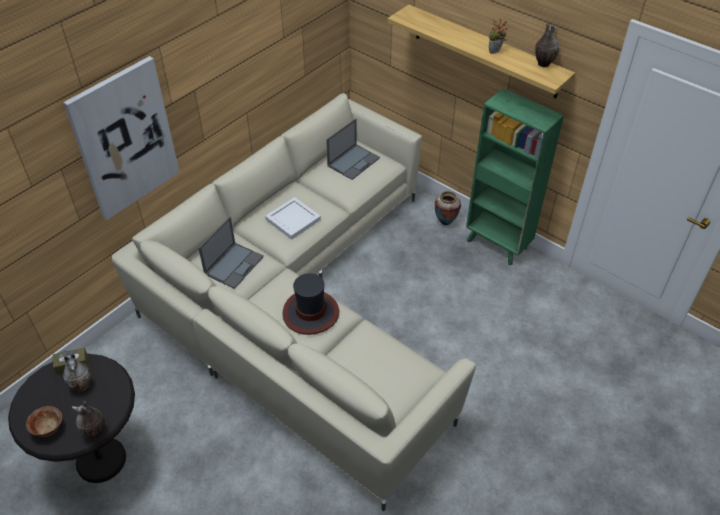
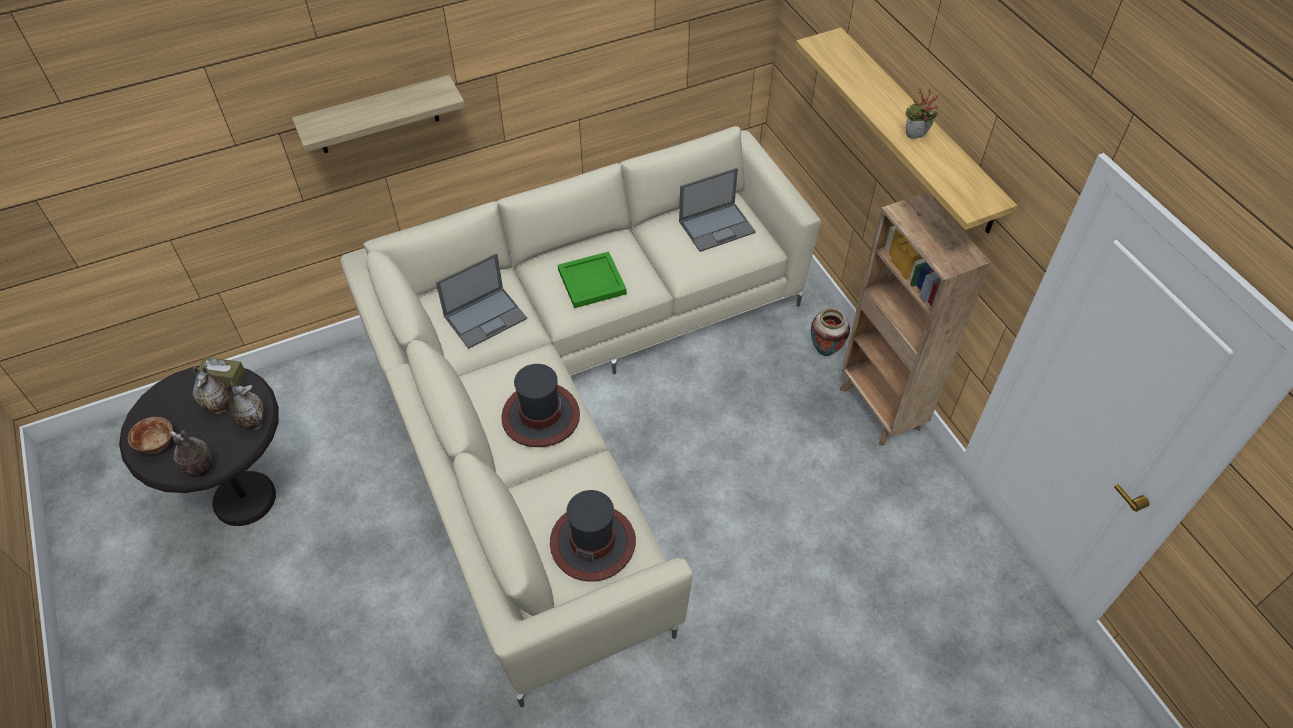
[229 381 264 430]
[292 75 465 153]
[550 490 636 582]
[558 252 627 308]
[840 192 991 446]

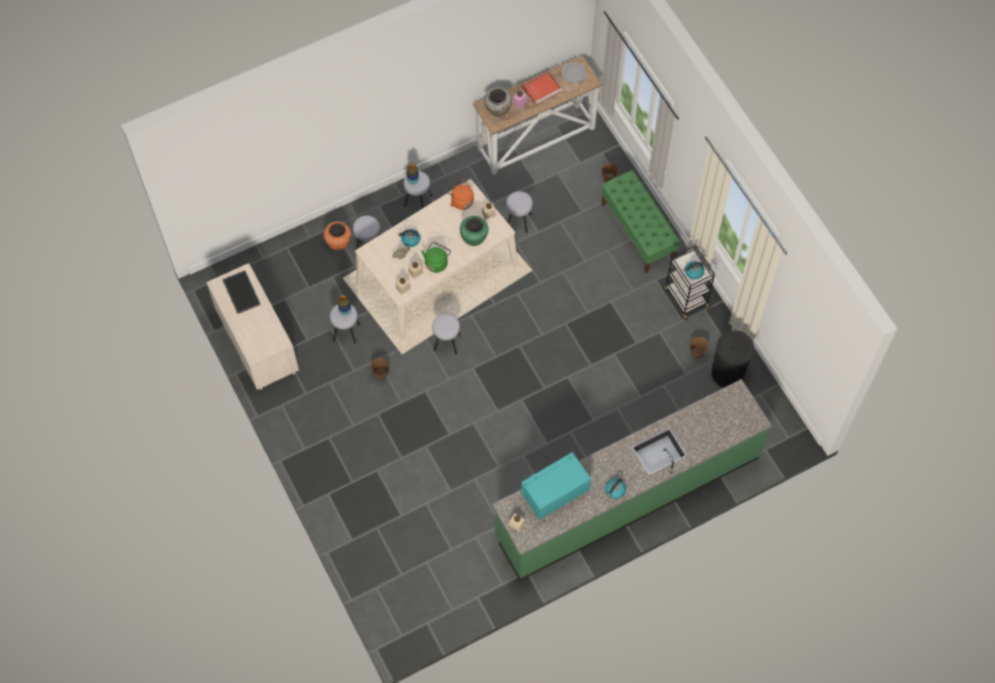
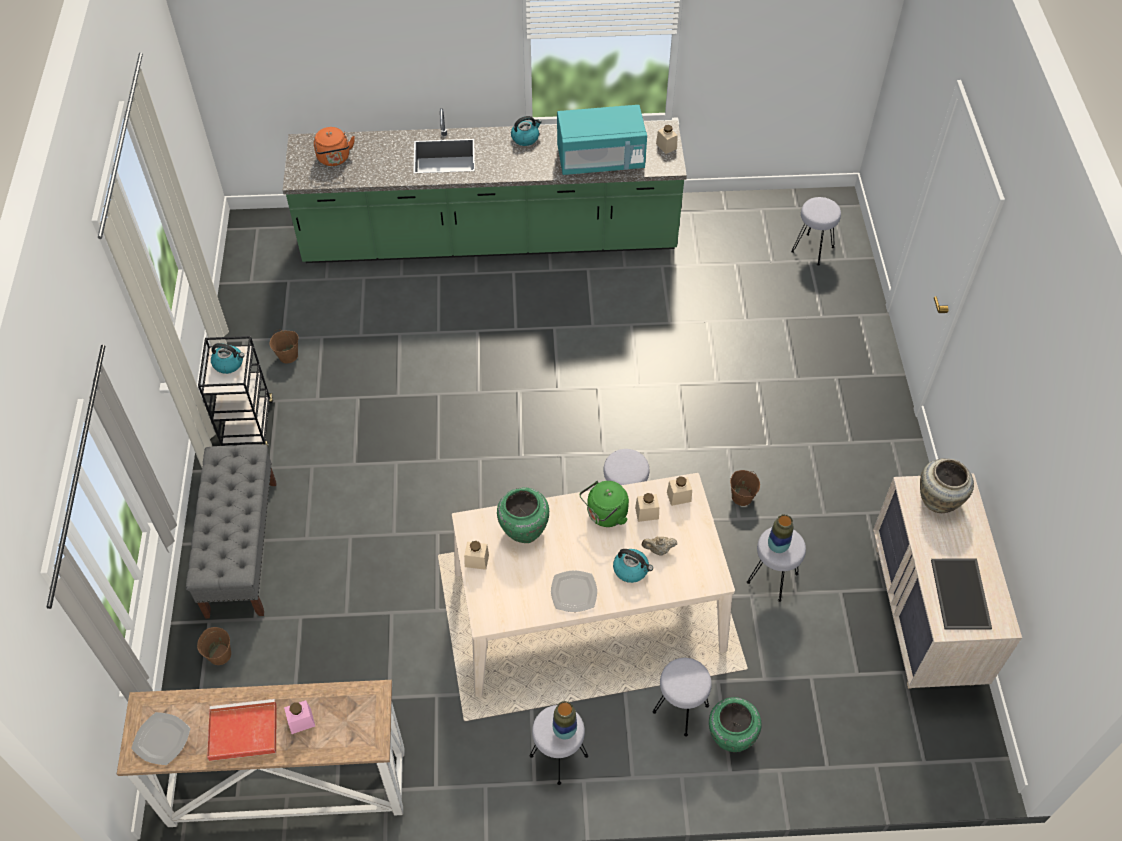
[186 444 277 619]
[314 127 355 166]
[551 570 597 612]
[709 697 762 752]
[791 197 841 265]
[920 458 974 513]
[711 330 754 388] (first image)

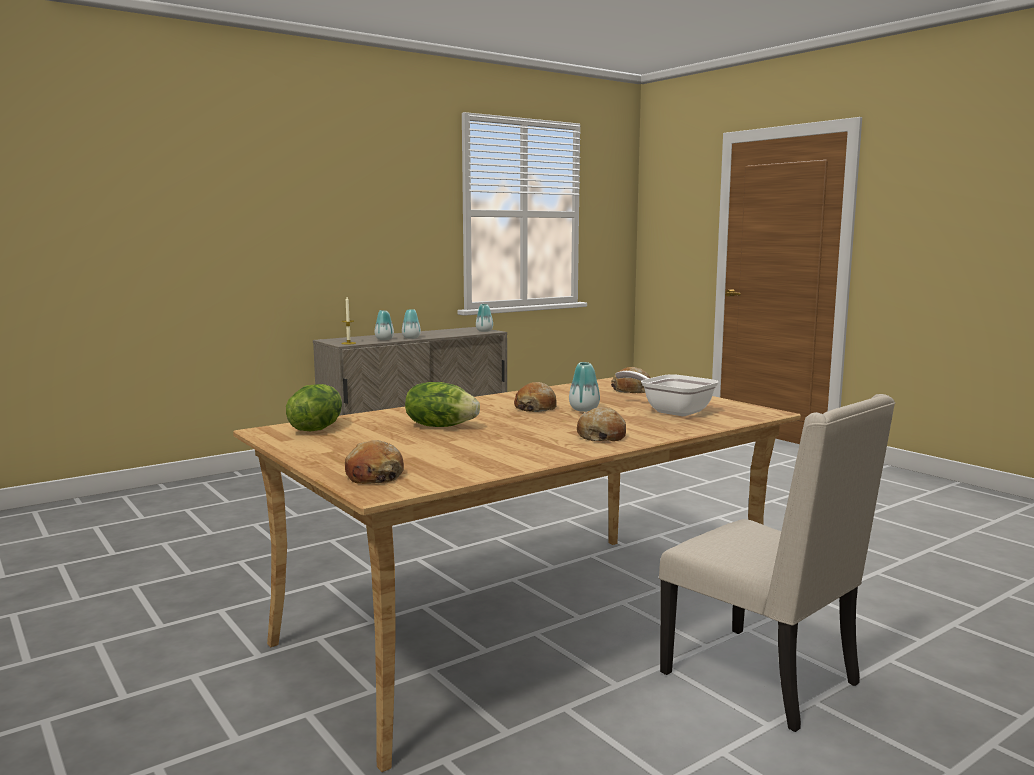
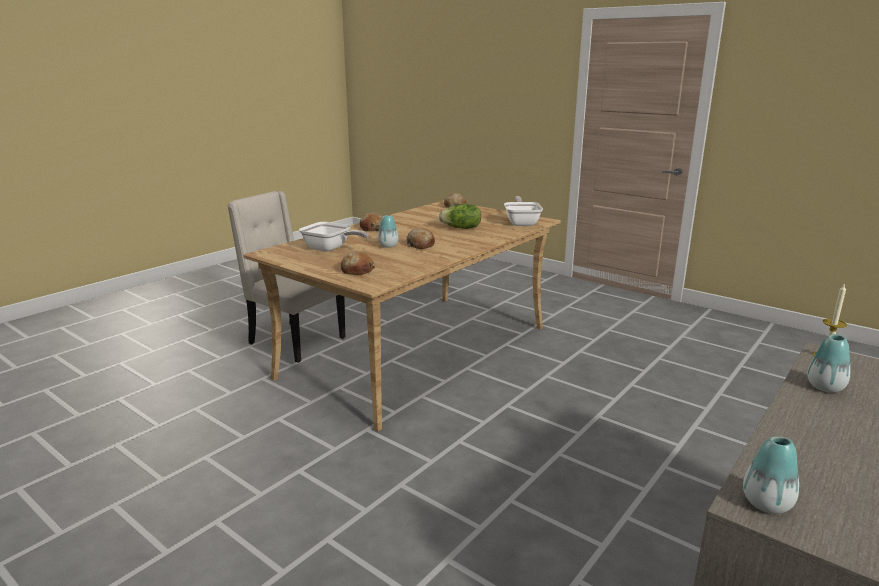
[504 196 543 226]
[402 310 421 339] (first image)

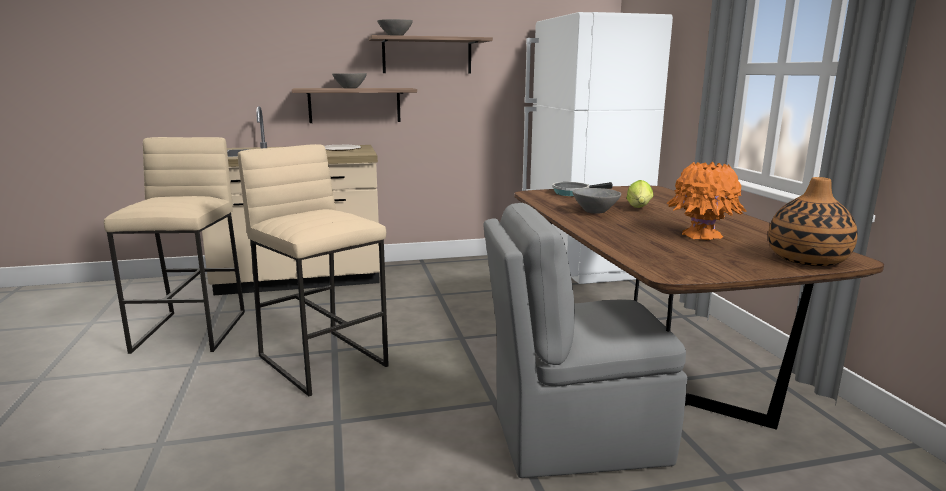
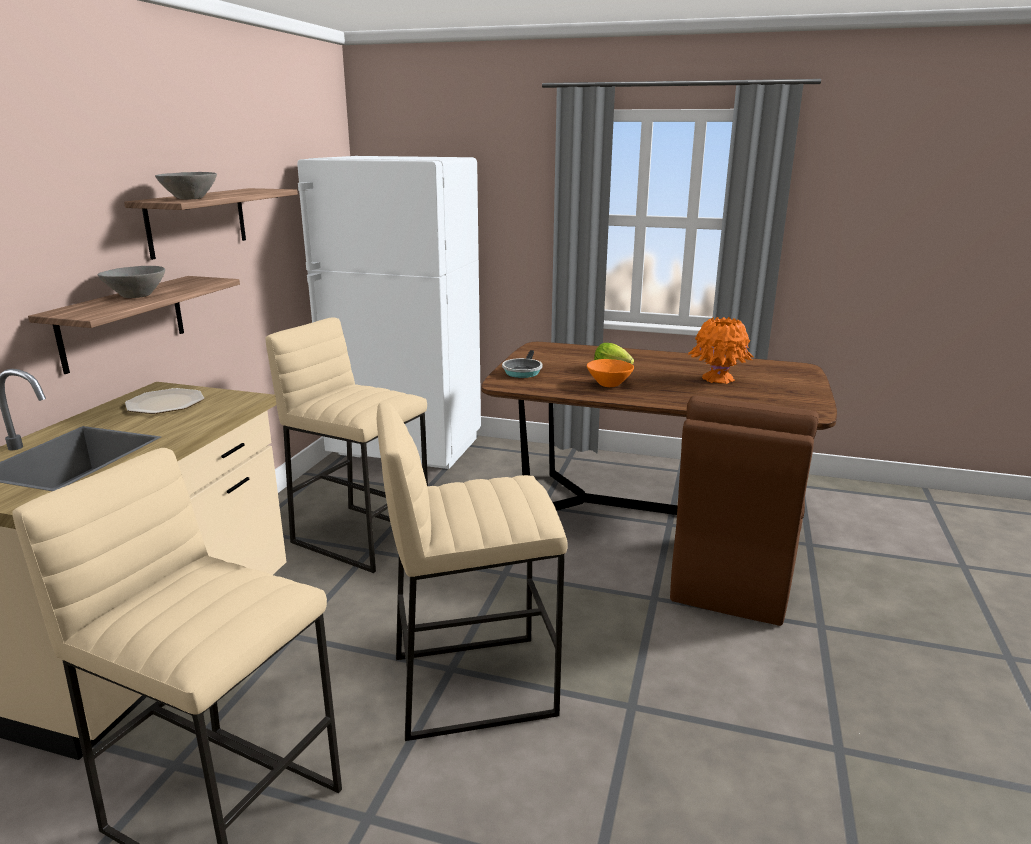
[266 317 428 573]
[587 359 634 387]
[670 396 819 626]
[768 177 858 266] (first image)

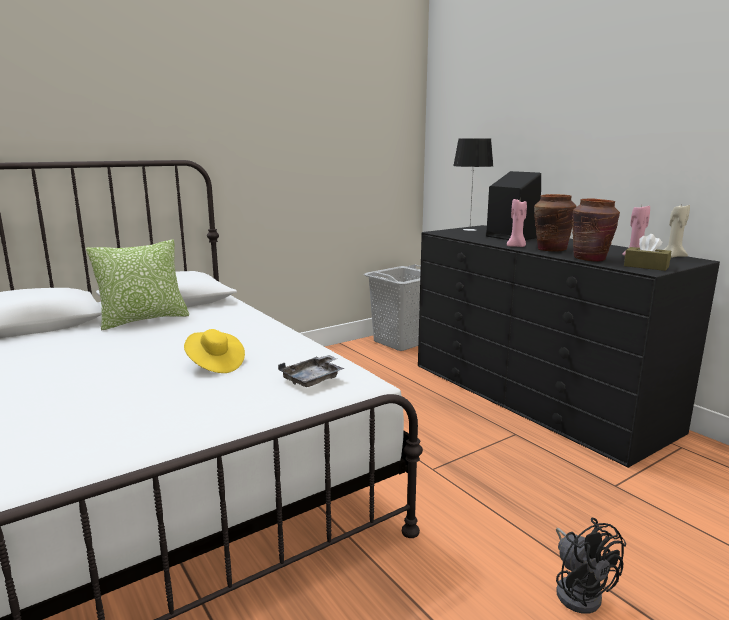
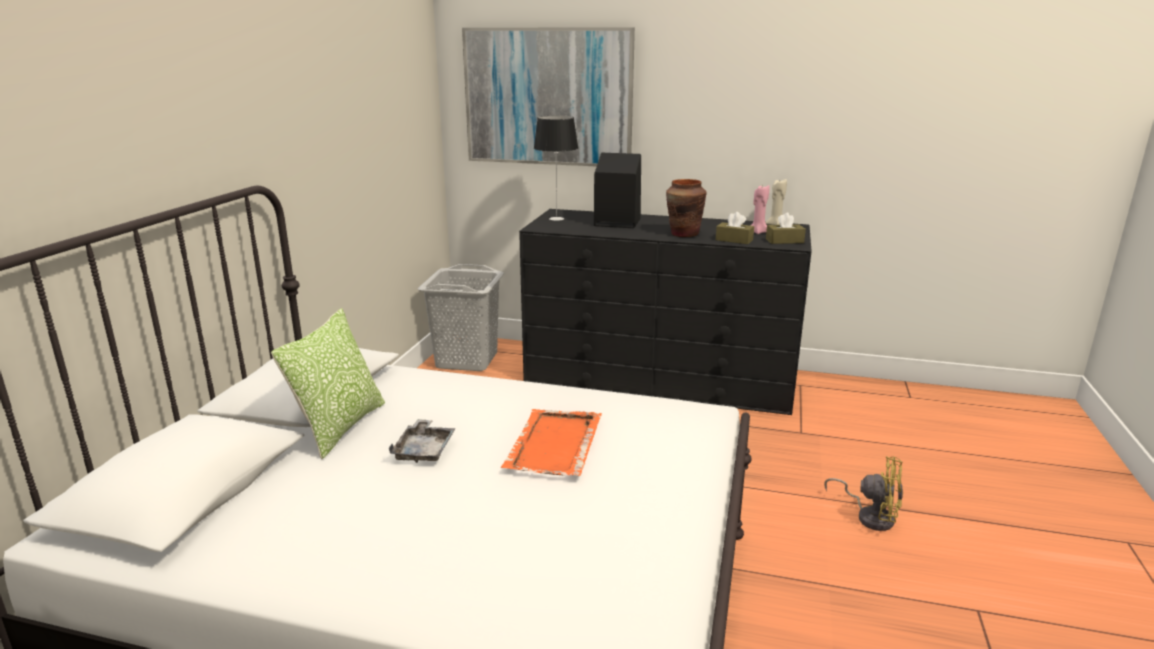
[389 419 456 463]
[462 28 635 166]
[501 409 602 476]
[716 212 754 244]
[824 456 903 531]
[507 199 527 247] (first image)

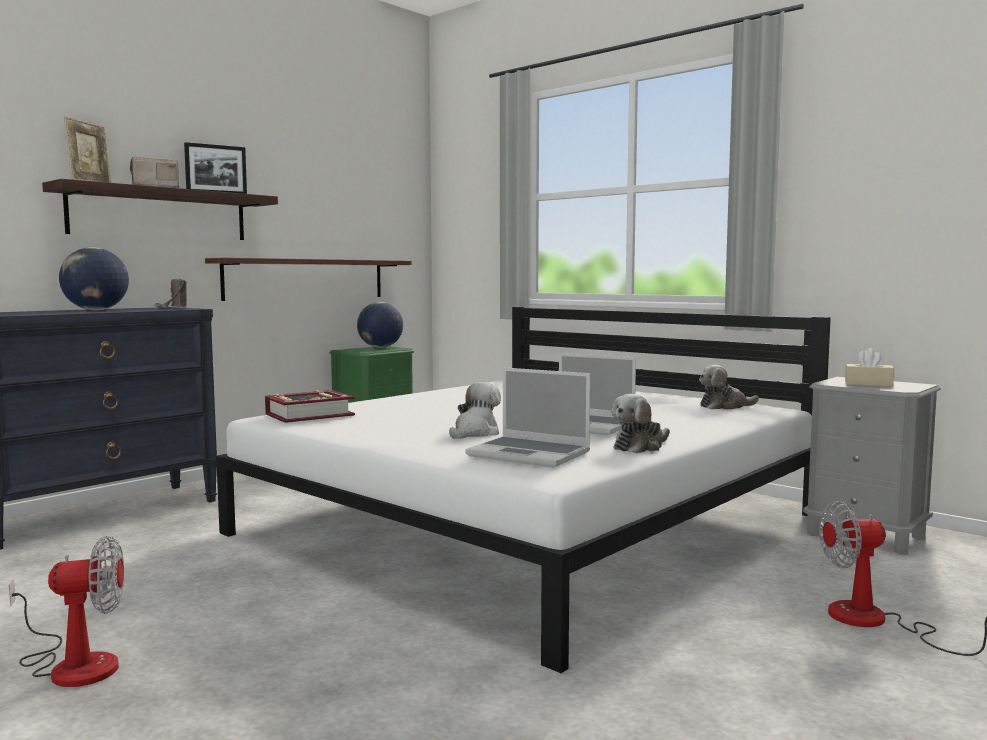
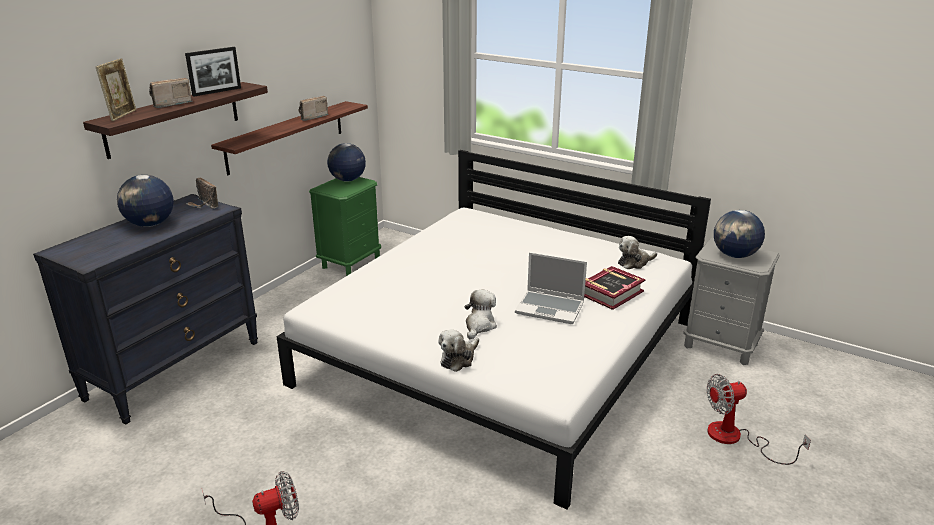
[298 96 329 121]
[438 329 479 372]
[584 266 645 310]
[714 210 765 258]
[465 367 590 468] (first image)

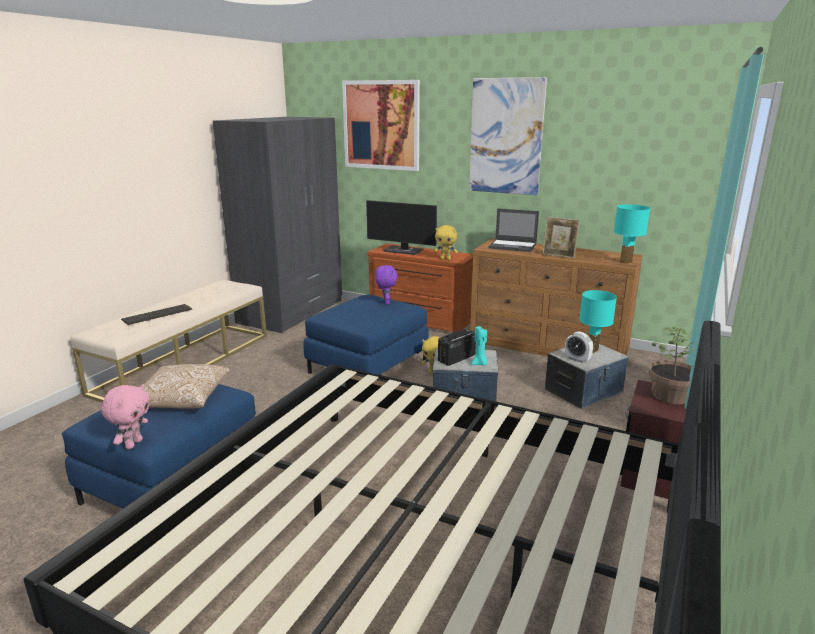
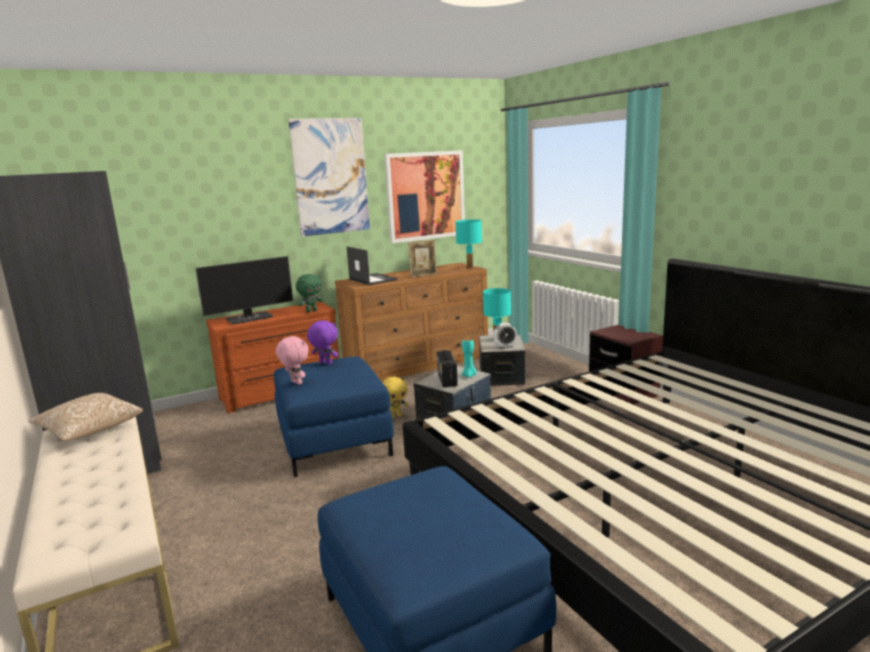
[28 393 143 441]
[276 336 309 385]
[296 274 323 313]
[347 246 398 285]
[384 150 465 243]
[121 304 192 325] (first image)
[648 326 696 405] (first image)

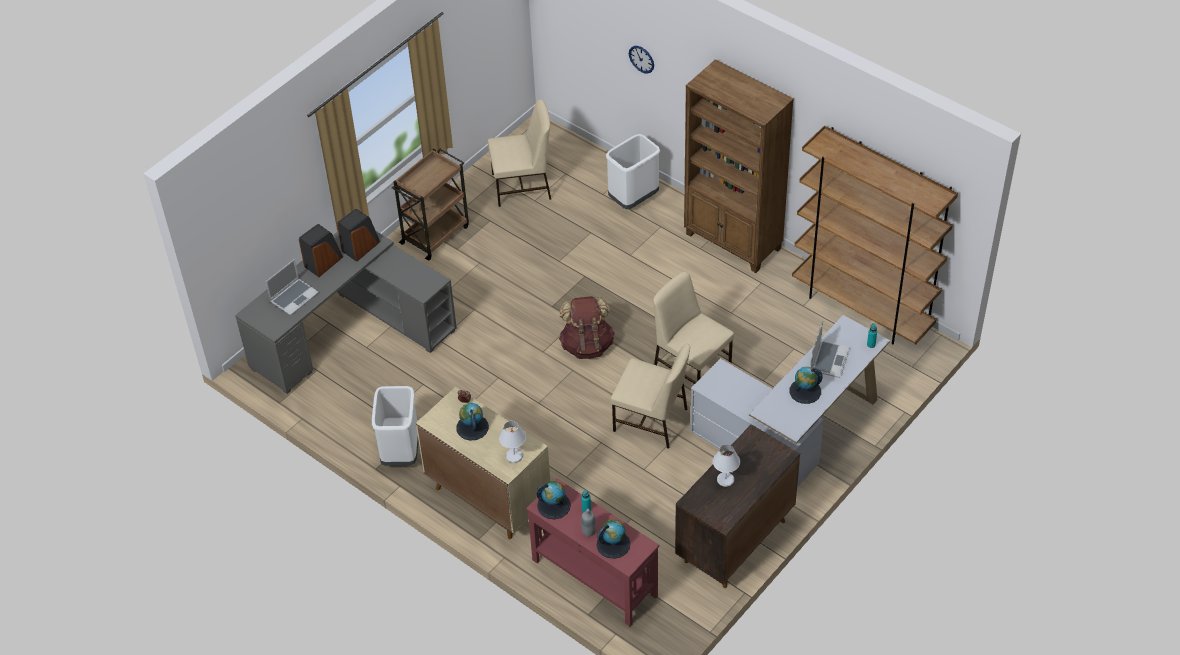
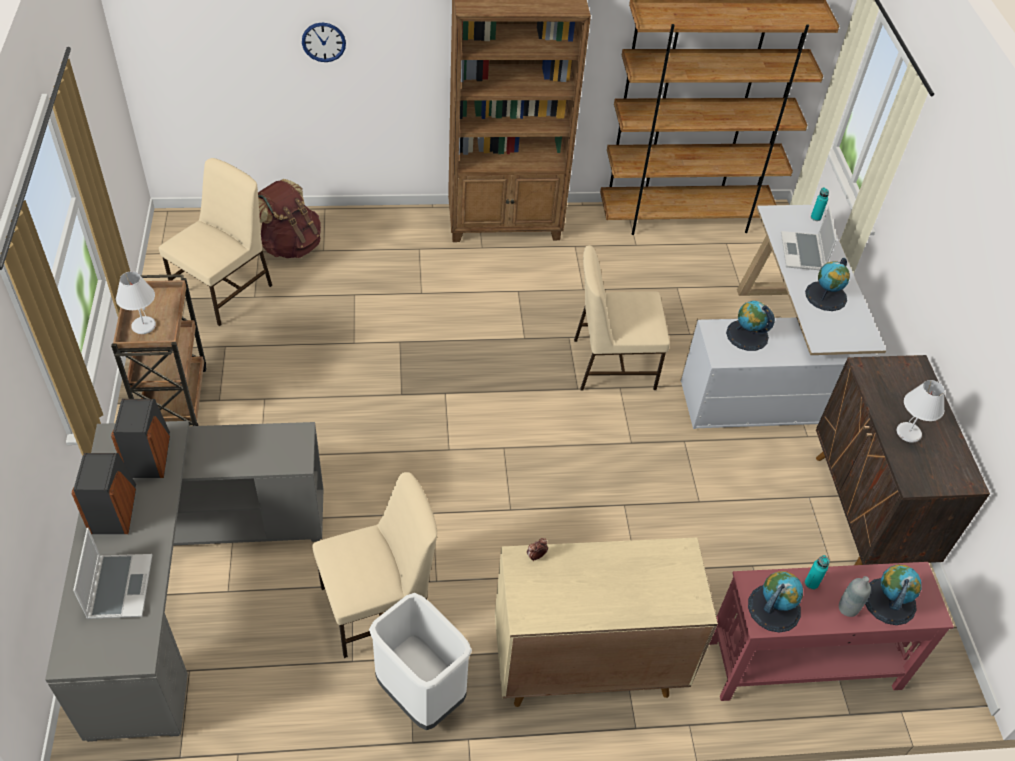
[116 271 156 334]
[258 179 321 258]
[312 472 437 658]
[726 301 775 351]
[781 205 837 270]
[606 134 660 209] (first image)

